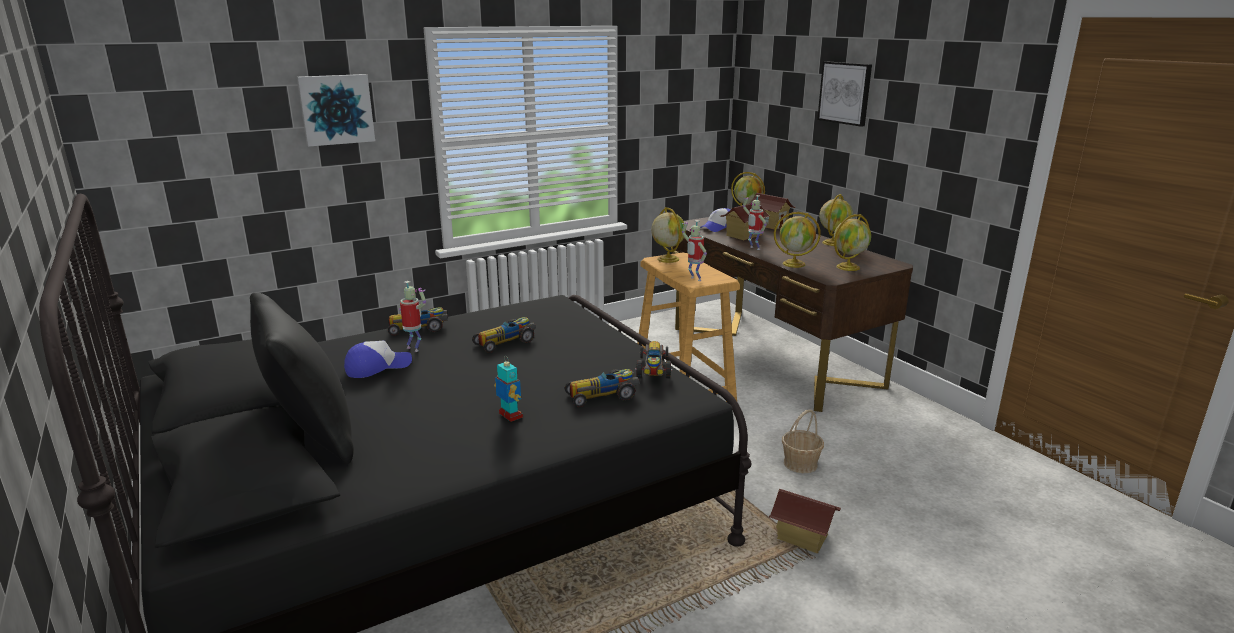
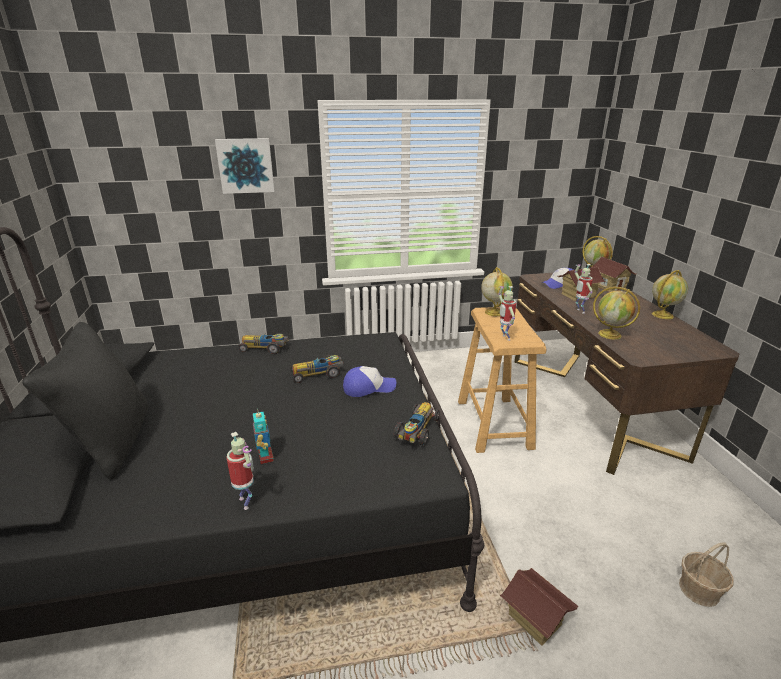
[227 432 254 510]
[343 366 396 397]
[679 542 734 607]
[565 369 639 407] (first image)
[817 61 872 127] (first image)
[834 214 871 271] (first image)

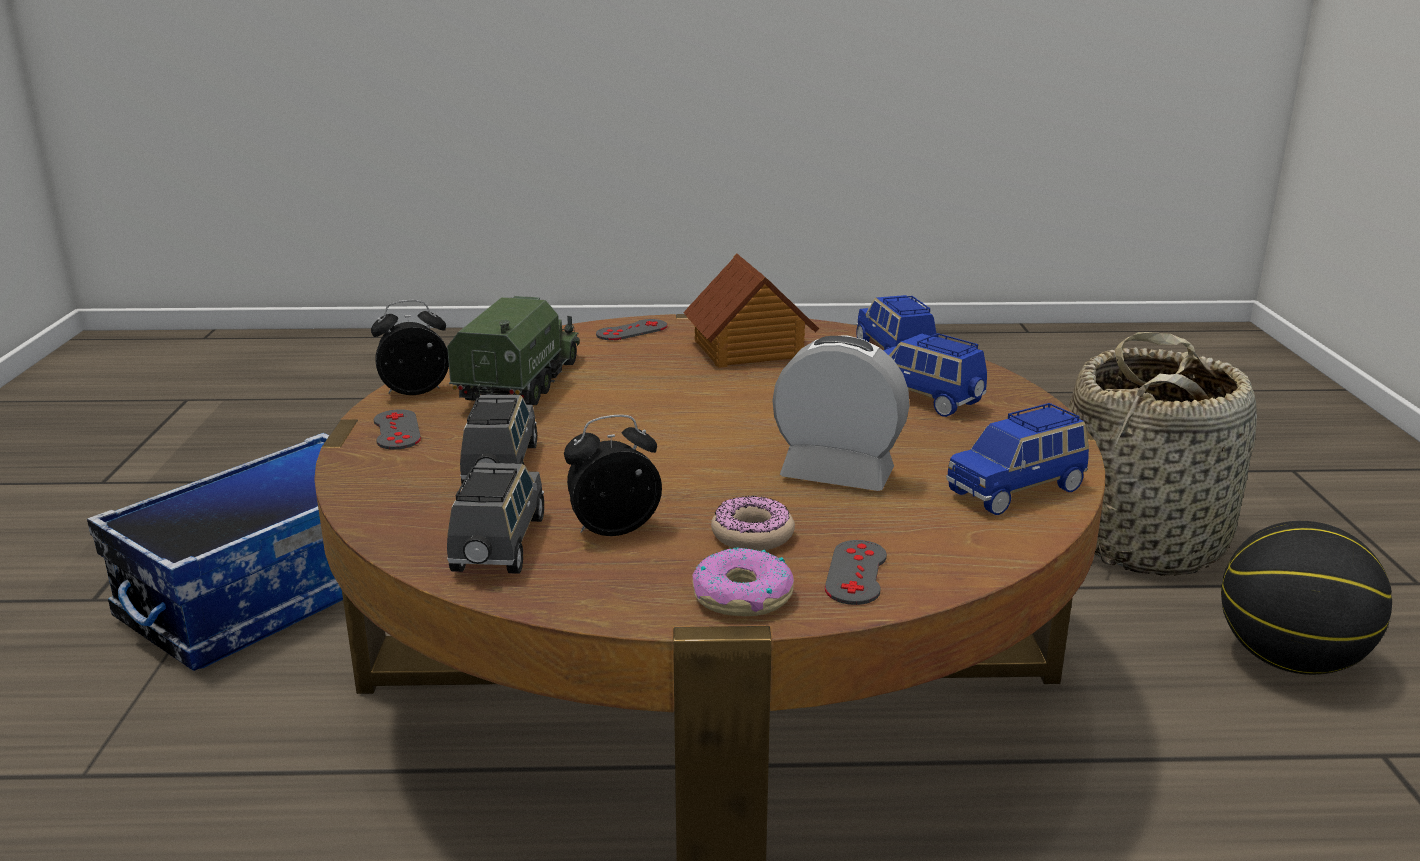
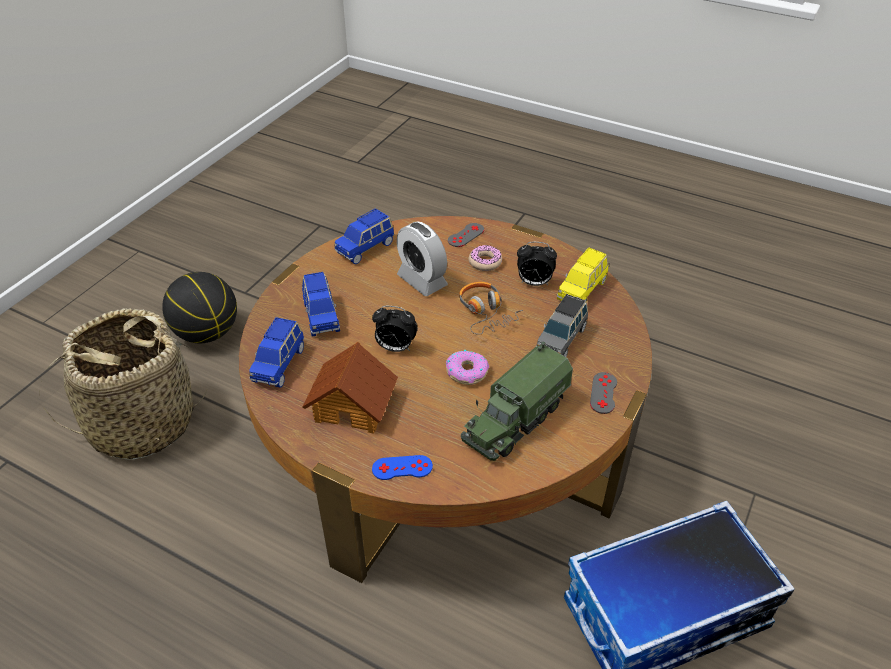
[334 209 394 264]
[372 306 417 352]
[372 455 433 480]
[446 350 489 385]
[459 282 523 335]
[557 247 608 302]

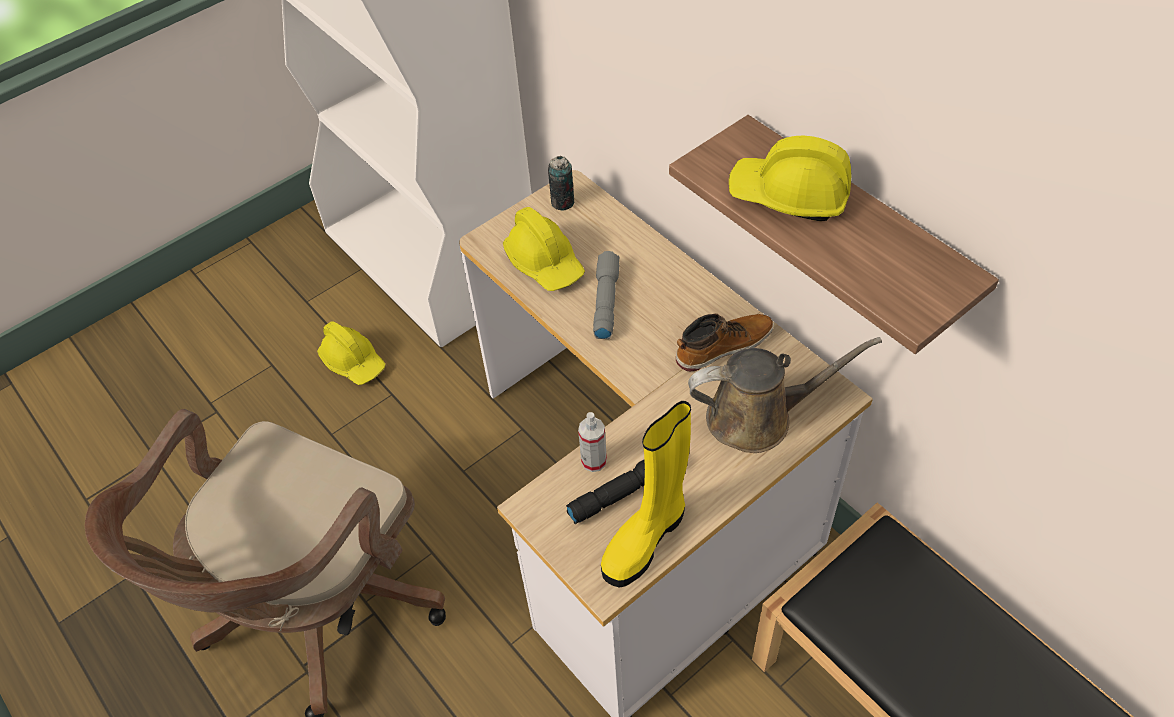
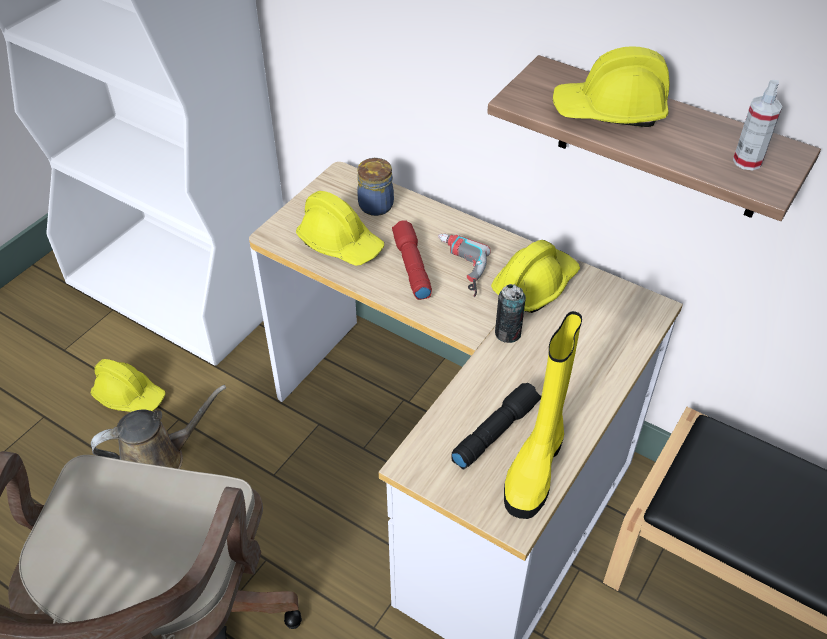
[91 385 226 469]
[357 157 394 216]
[392 220 432 300]
[438 233 491 297]
[491 240 580 313]
[495 284 526 343]
[733 80 782 170]

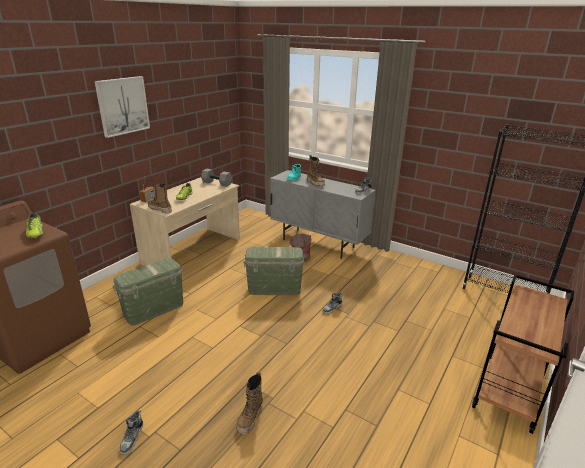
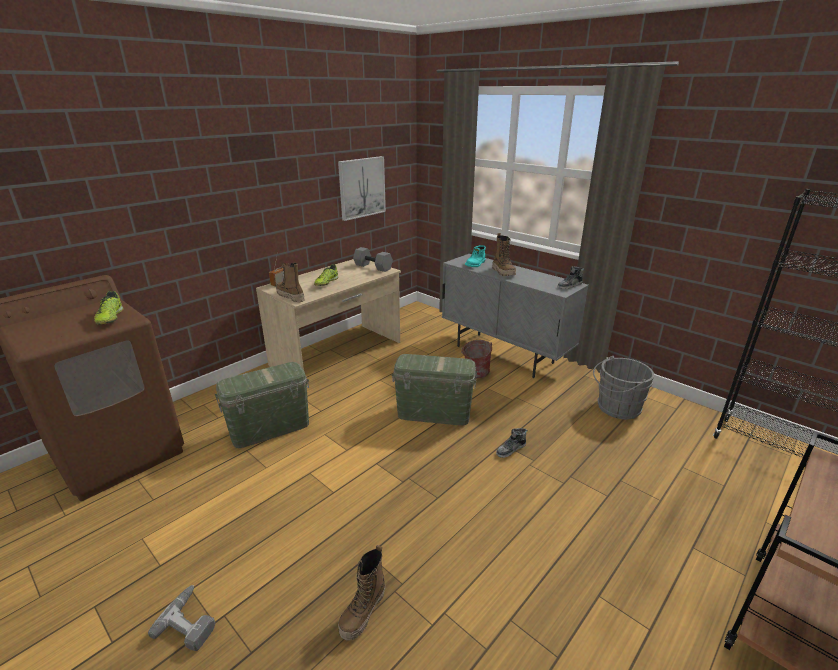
[148 585 215 651]
[338 156 386 221]
[593 356 654 420]

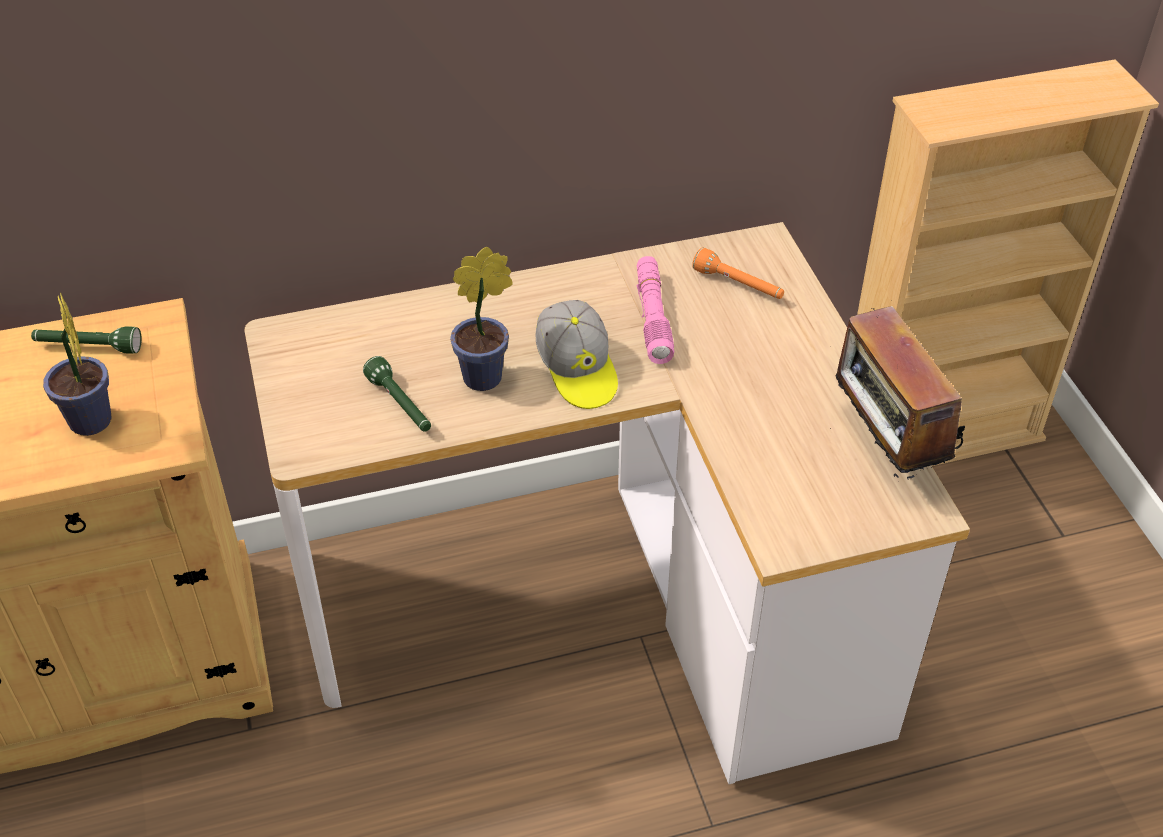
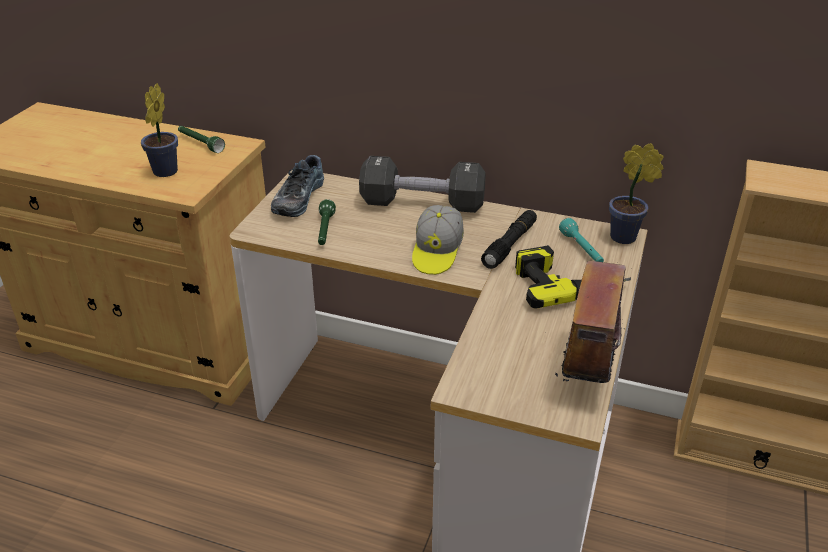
[271 155 324 217]
[359 156 486 213]
[481 210 537 269]
[515 245 631 309]
[559 218 604 262]
[609 143 664 244]

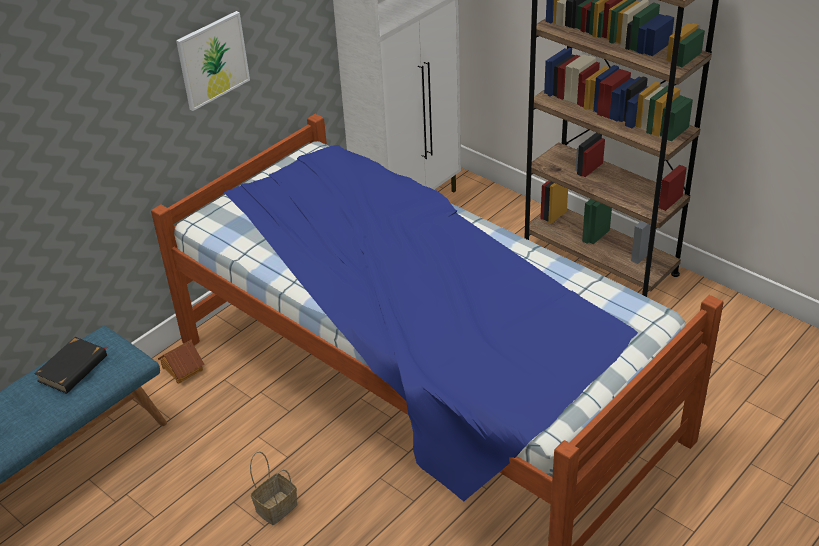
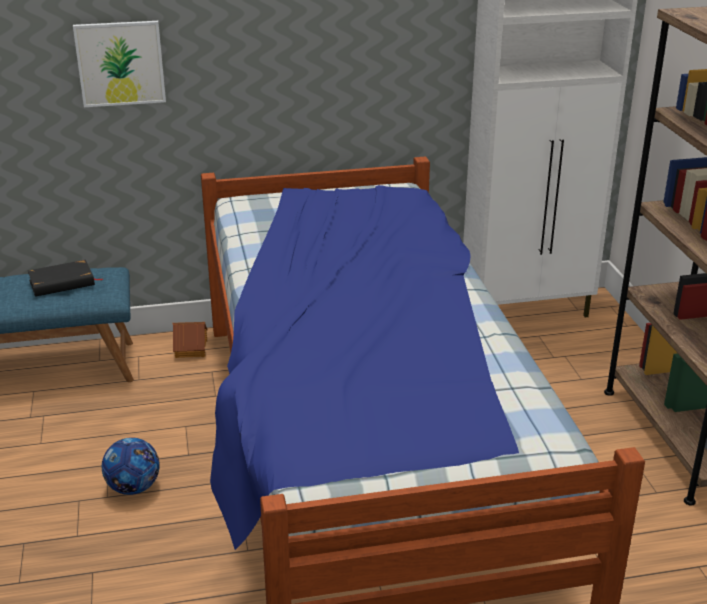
[73 21 166 107]
[102 437 160 495]

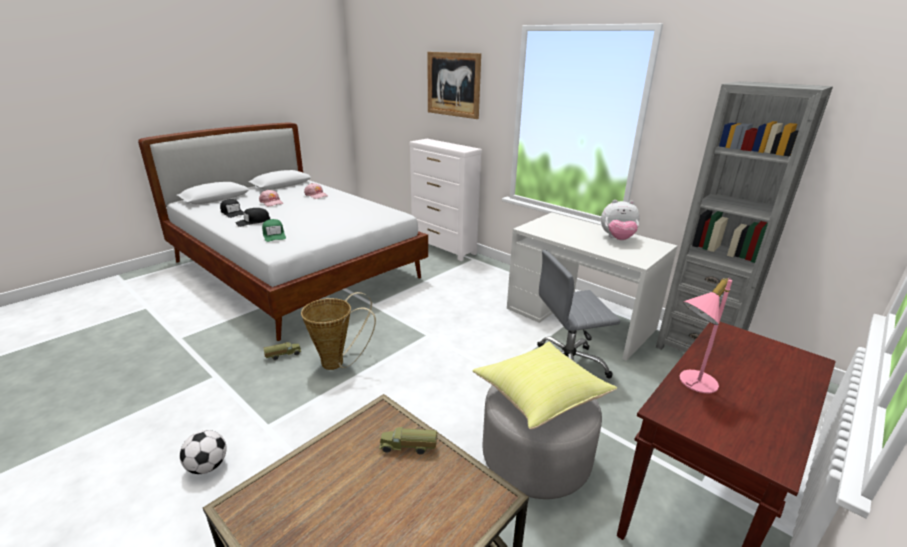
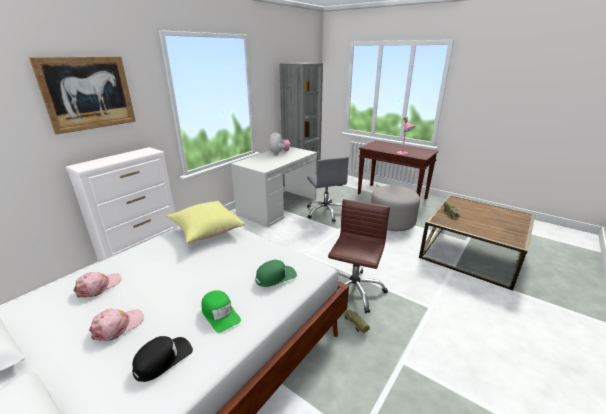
[166 201 245 244]
[201 290 241 333]
[328 199 390 313]
[180 430 227 474] (first image)

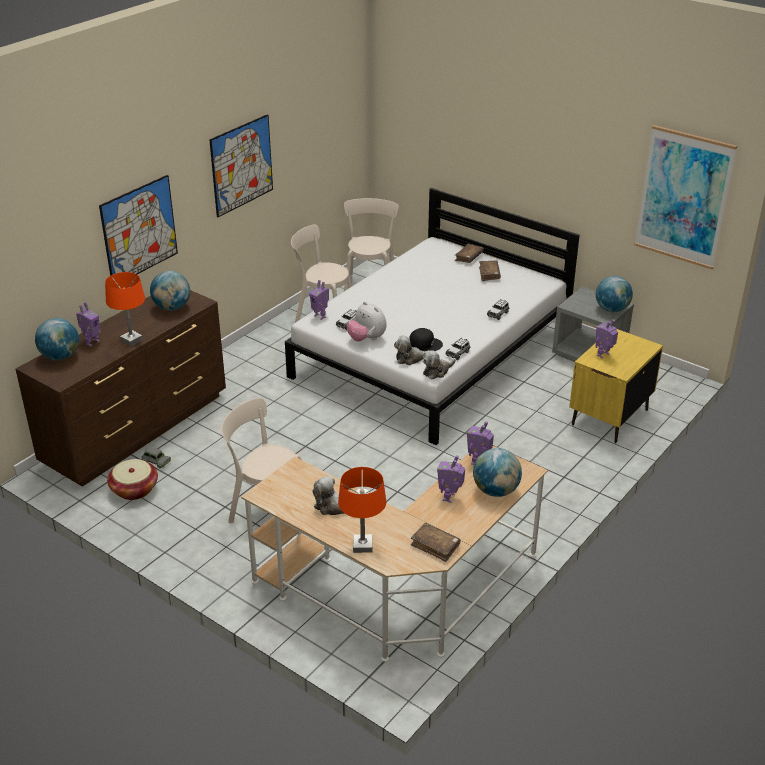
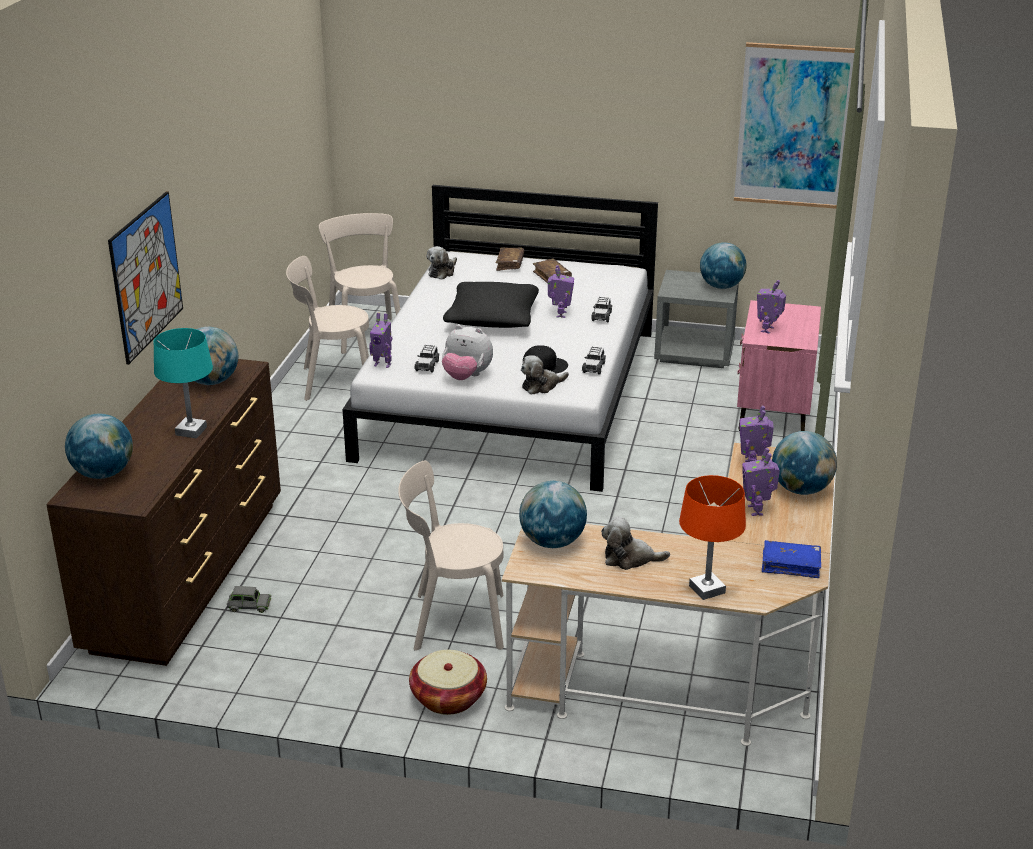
[154 328 213 438]
[409 650 487 715]
[427 246 457 279]
[443 282 539 328]
[519 481 587 548]
[548 265 574 318]
[737 300 821 431]
[762 540 821 578]
[209 114 273 217] (first image)

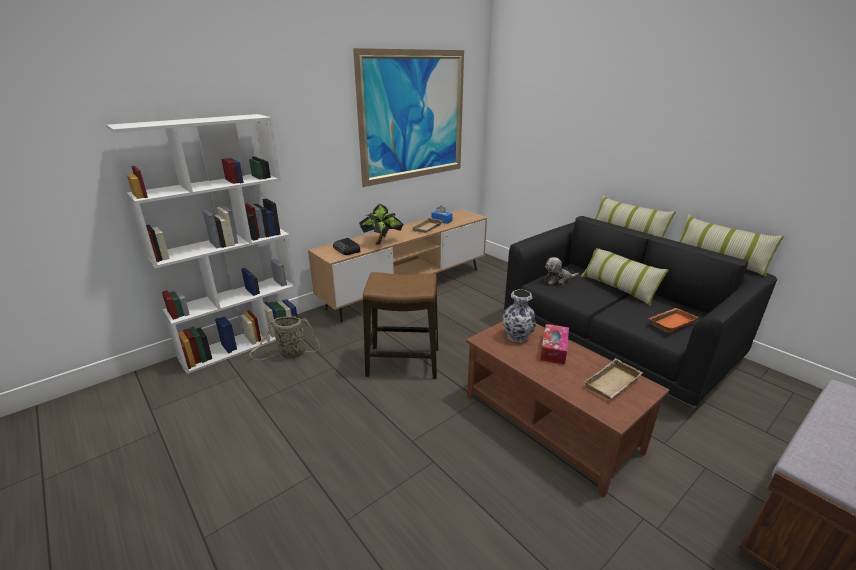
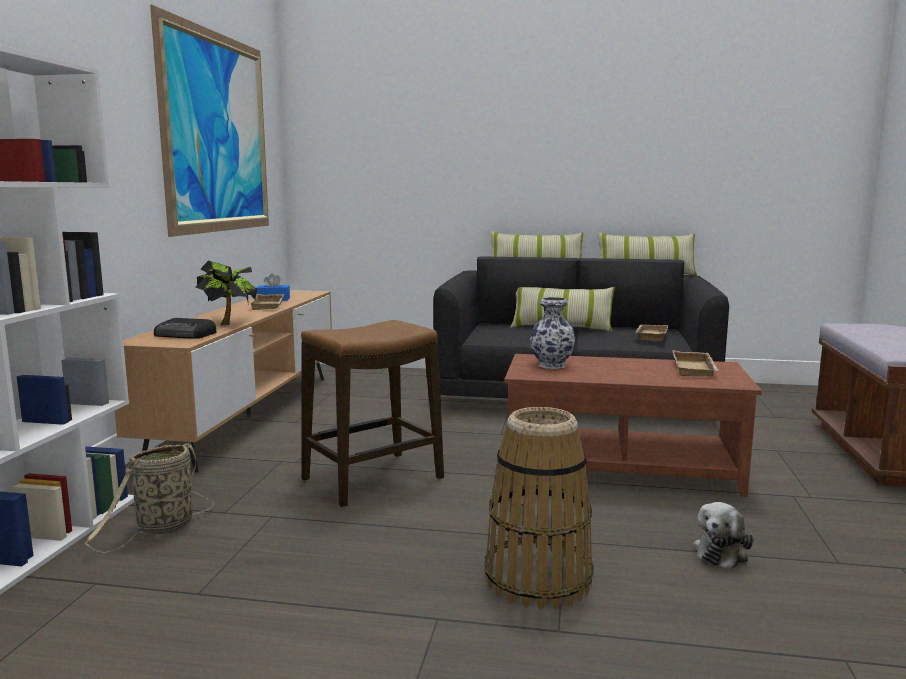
[485 407 594 609]
[635 325 668 341]
[693 502 754 569]
[540 324 569 365] (first image)

